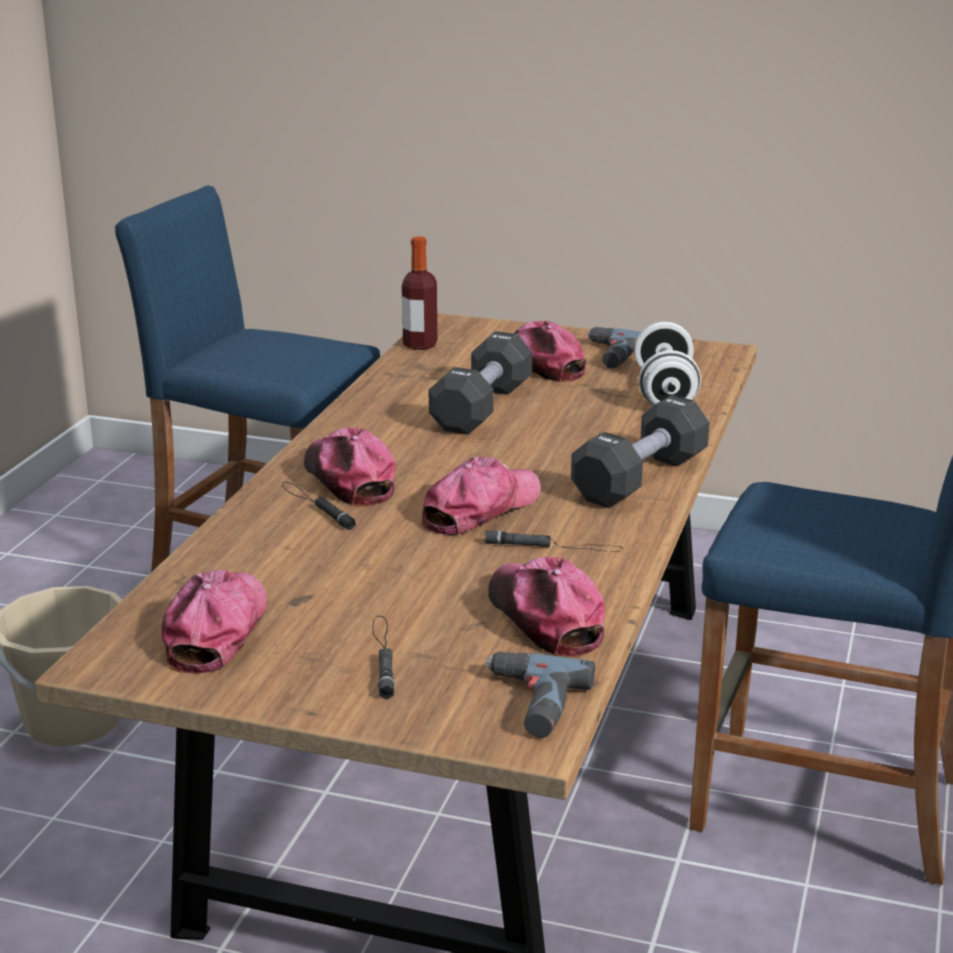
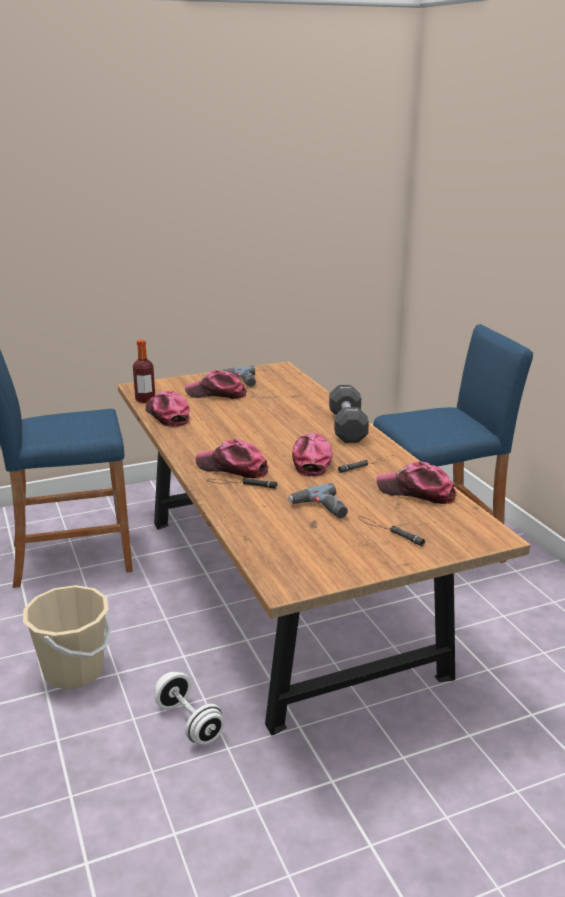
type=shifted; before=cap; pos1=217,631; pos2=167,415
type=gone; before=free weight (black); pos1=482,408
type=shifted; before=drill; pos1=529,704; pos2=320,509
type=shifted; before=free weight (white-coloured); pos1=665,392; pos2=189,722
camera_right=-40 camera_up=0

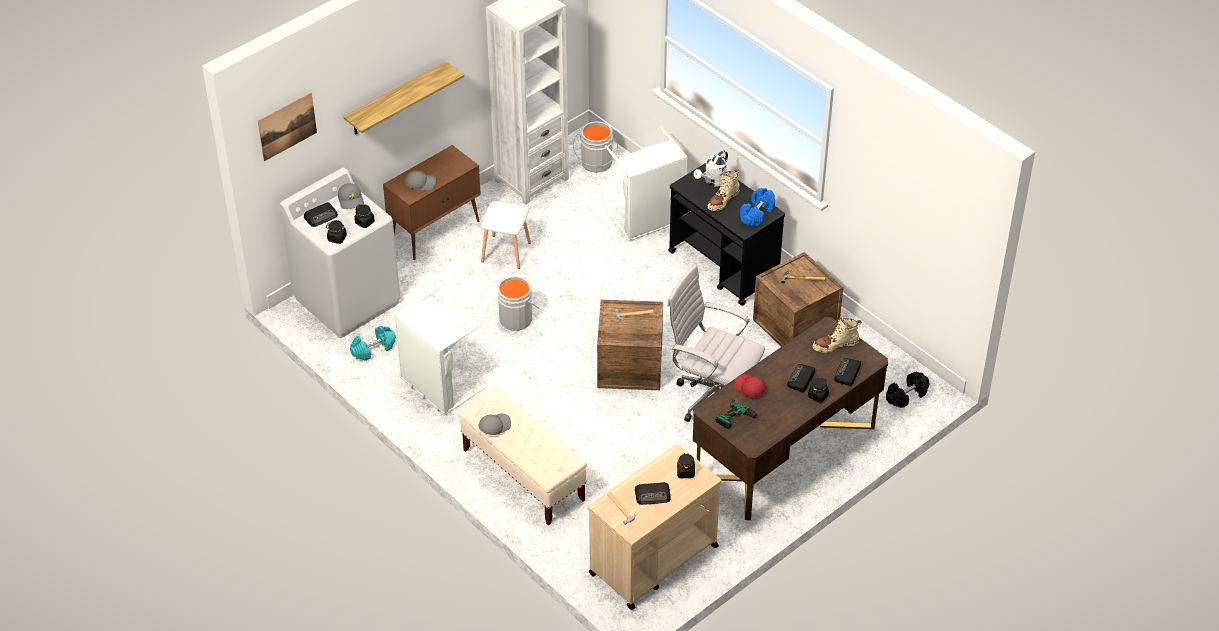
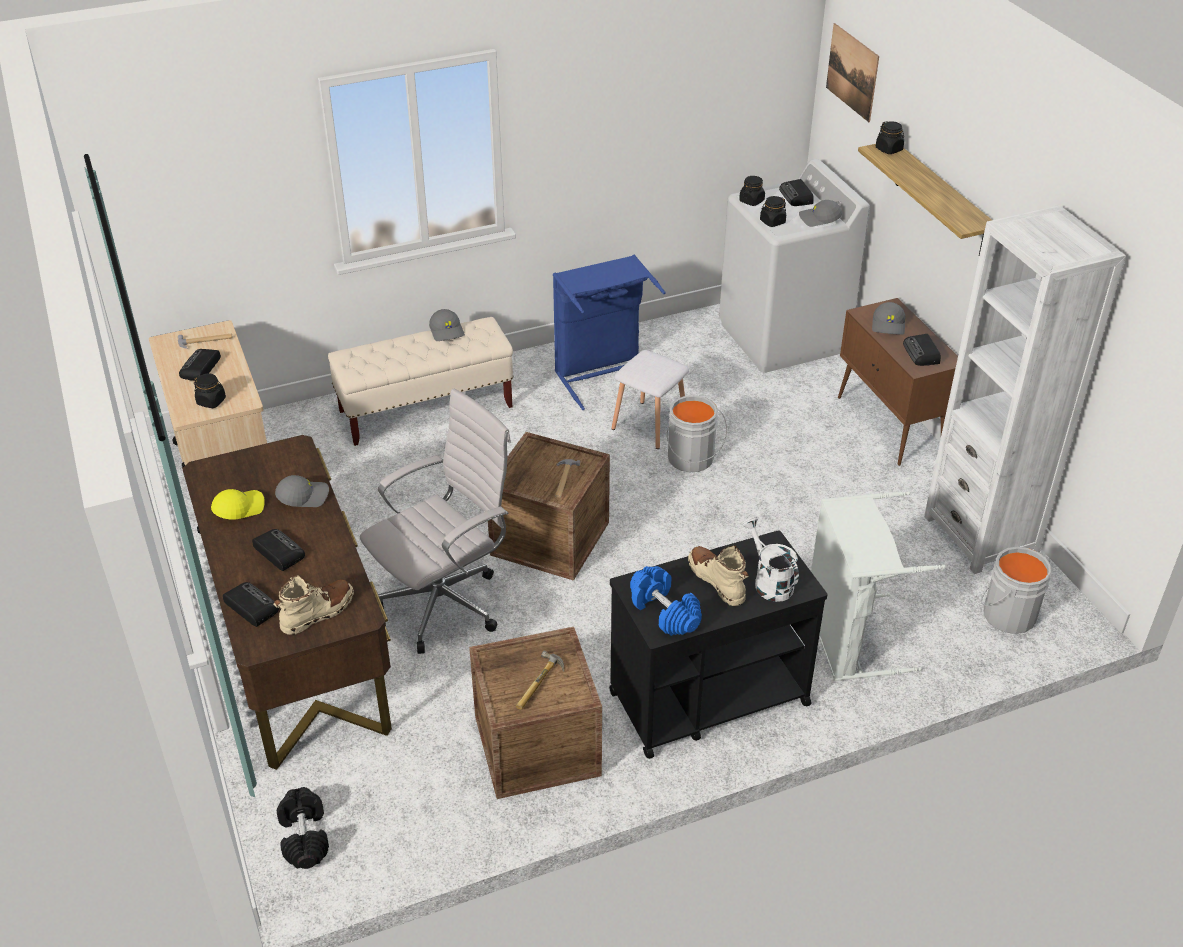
type=gone; before=free weight (turquoise); pos1=373,349
type=repainted; before=laundry basket (white-coloured); after=laundry basket (blue); pos1=437,387; pos2=603,375
type=shifted; before=sitting stool (white-coloured); pos1=505,251; pos2=651,425
type=gone; before=drill; pos1=740,421
type=repainted; before=cap (red); after=cap (greyish); pos1=749,388; pos2=303,496
type=shifted; before=preserve jar (black); pos1=818,396; pos2=889,149
type=rotated; before=boot (beige-coloured); pos1=835,345; pos2=318,613; turn=45
type=new; after=cap (yellow-coloured); pos2=238,508
type=new; after=radio receiver; pos2=921,354
camera_right=110 camera_up=-5

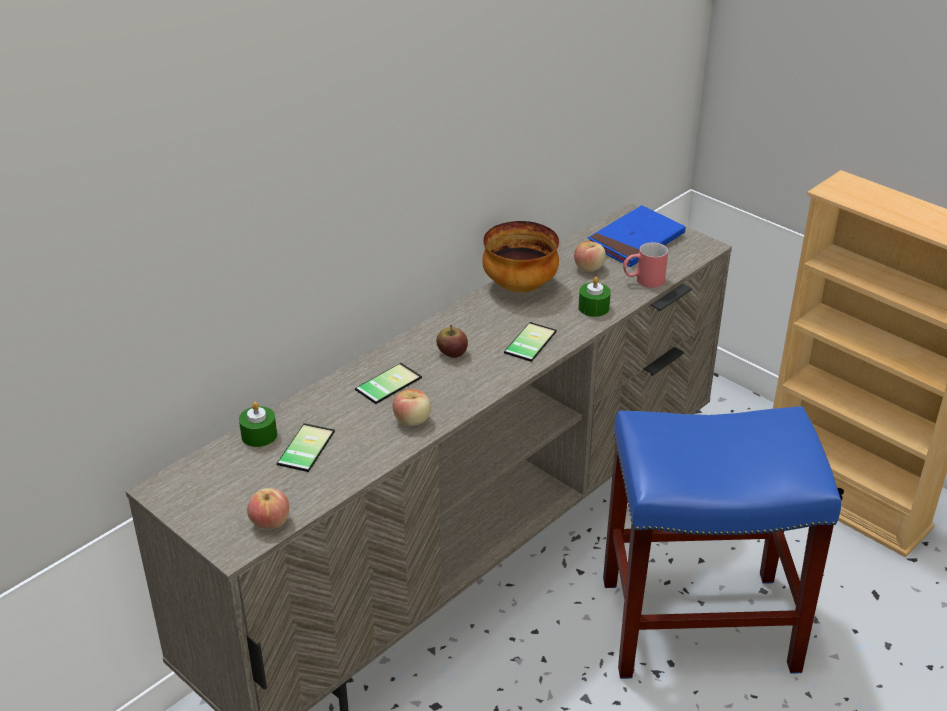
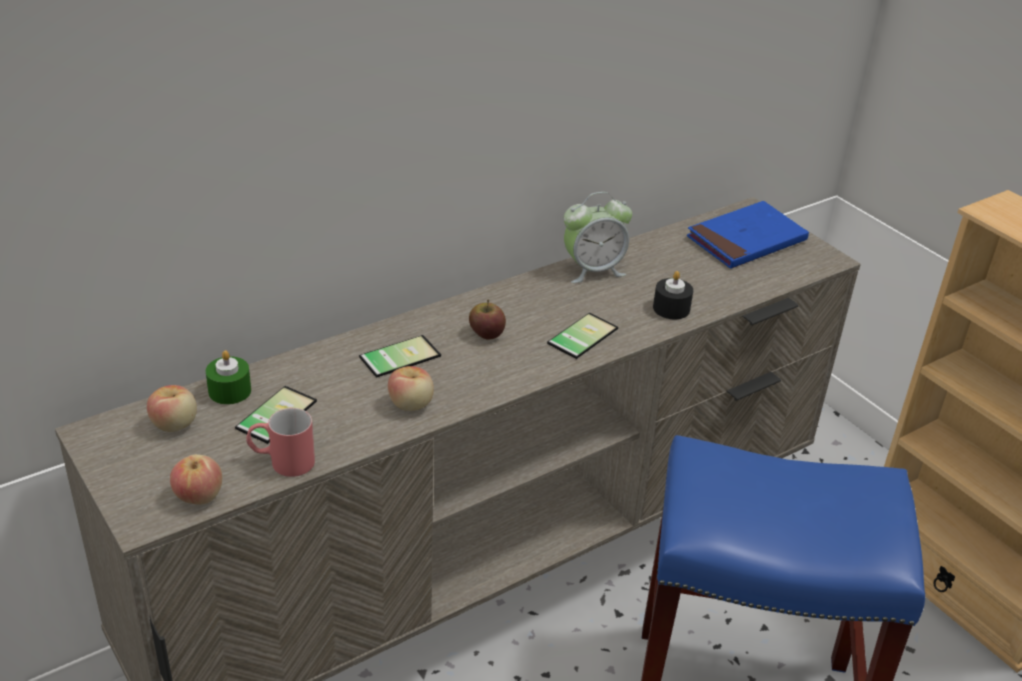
type=swapped; before=deep dish; after=alarm clock; pos1=520,286; pos2=593,270
type=shifted; before=whole apple; pos1=589,268; pos2=175,424
type=repainted; before=wax candle (green); after=wax candle (black); pos1=593,308; pos2=671,308
type=shifted; before=coffee mug (red); pos1=643,281; pos2=282,462
camera_right=10 camera_up=0

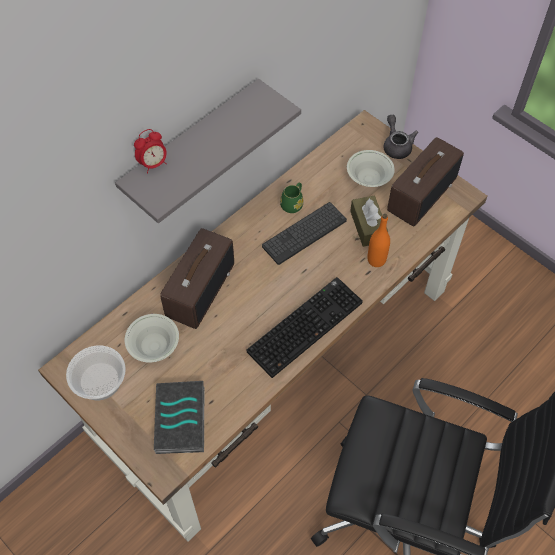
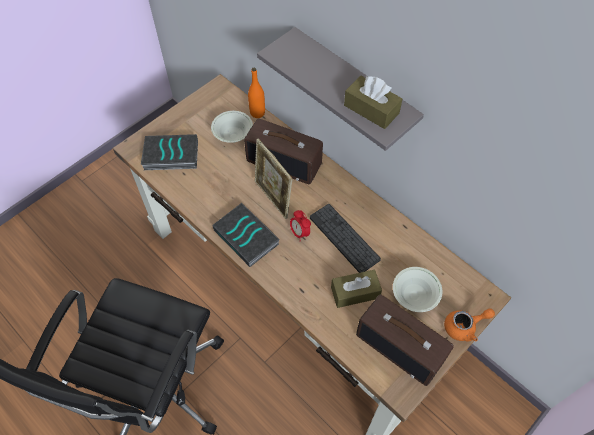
type=gone; before=deep dish; pos1=99,380
type=shifted; before=alarm clock; pos1=153,164; pos2=300,233
type=swapped; before=keyboard; after=volume; pos1=305,325; pos2=247,237
type=gone; before=coffee mug (green); pos1=293,204
type=shifted; before=bottle (orangey); pos1=376,260; pos2=257,113
type=repainted; before=pot for tea (greyish); after=pot for tea (orangey); pos1=396,145; pos2=464,327
type=new; after=photo frame; pos2=273,199
type=new; after=box of tissues (brownish); pos2=371,109
camera_right=90 camera_up=0

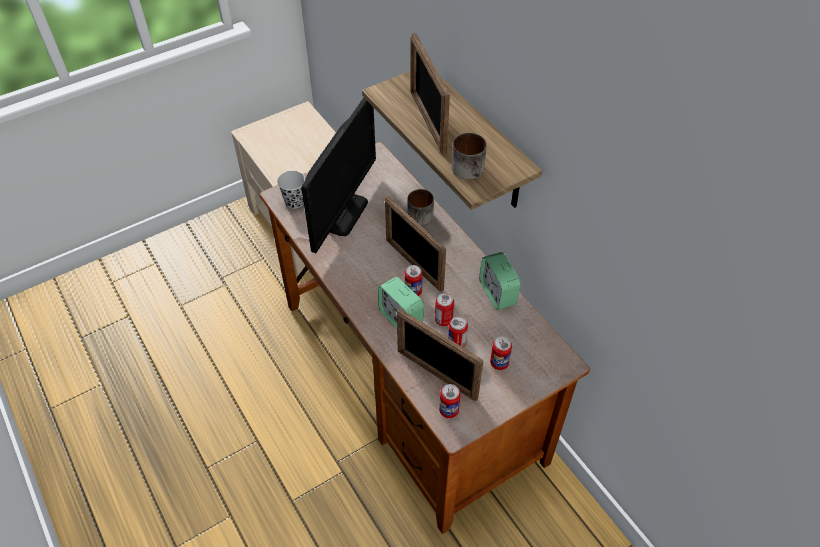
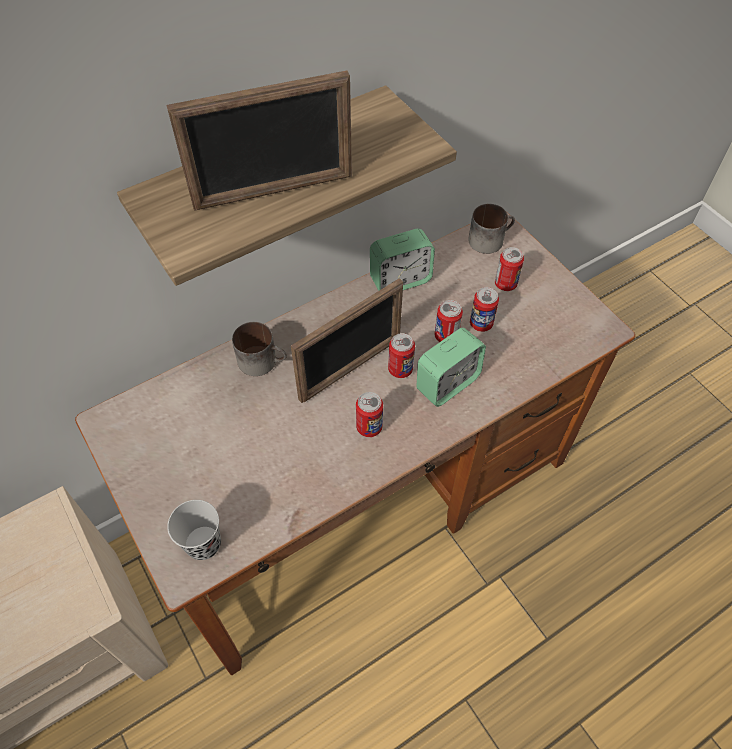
type=gone; before=computer screen; pos1=342,213
type=gone; before=photo frame; pos1=436,374
type=shifted; before=metal can; pos1=449,410; pos2=369,427
type=shifted; before=coffee mug; pos1=471,171; pos2=489,238
camera_right=-90 camera_up=5

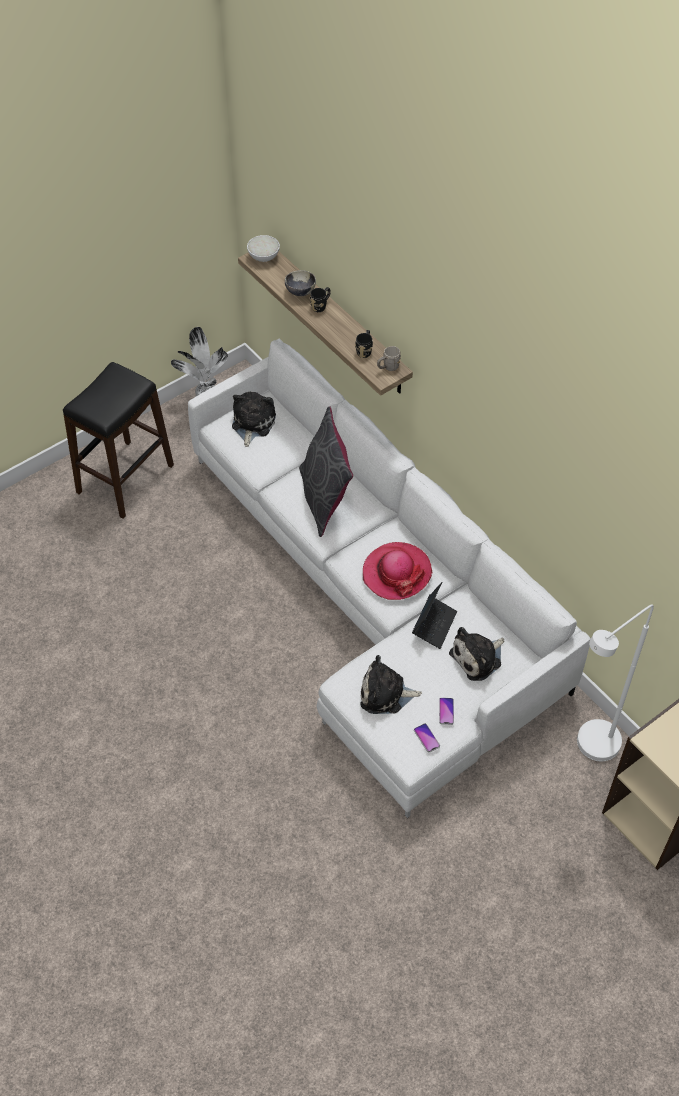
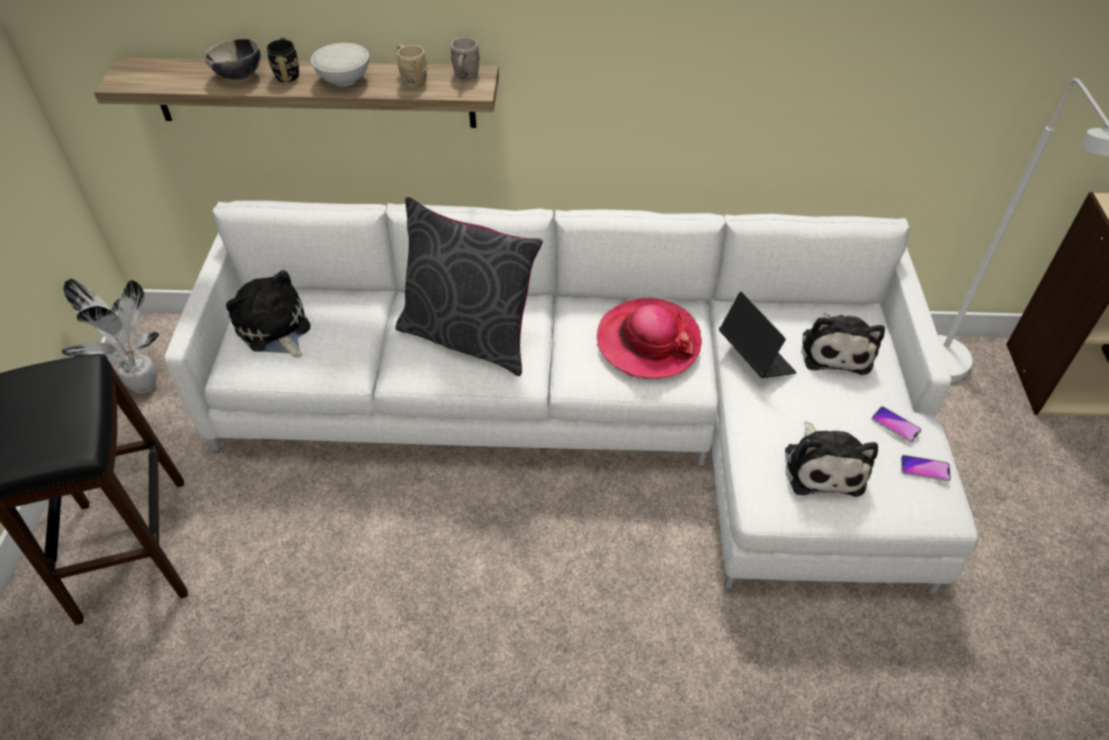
type=shifted; before=deep dish (white-coloured); pos1=264,257; pos2=345,79
type=repainted; before=coffee mug (black); after=coffee mug (beige-coloured); pos1=364,350; pos2=411,79
type=rotated; before=cuddly toy; pos1=385,694; pos2=823,466; turn=-45
camera_right=-50 camera_up=-5

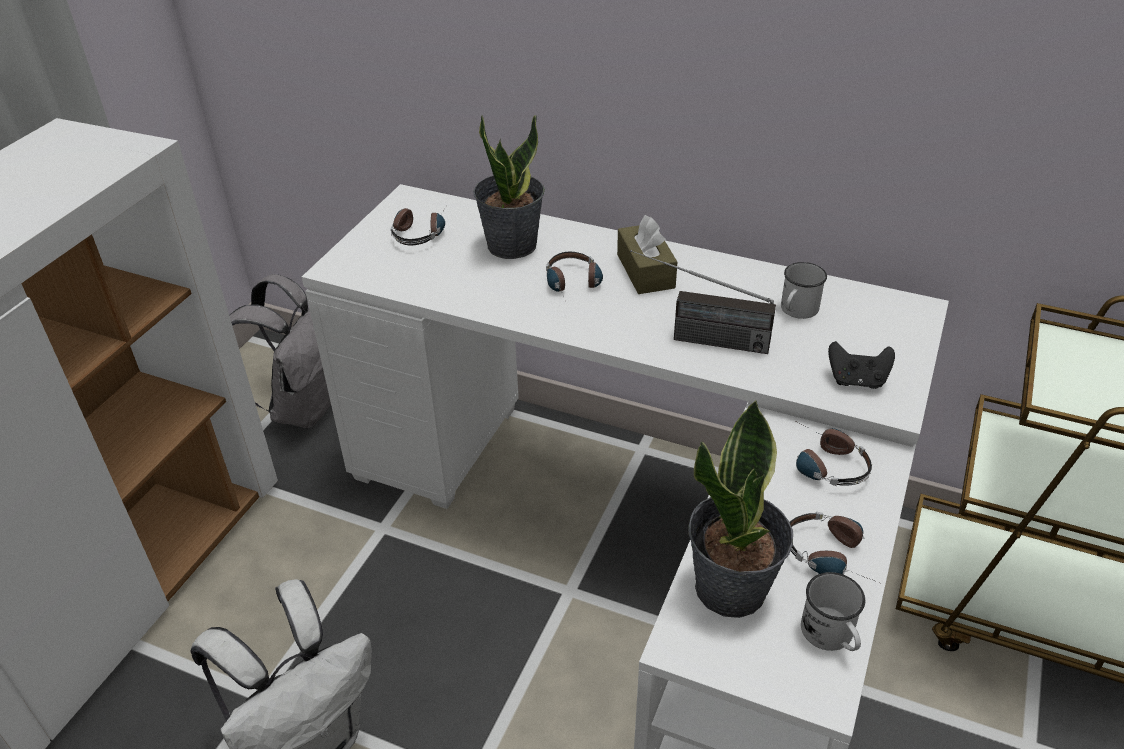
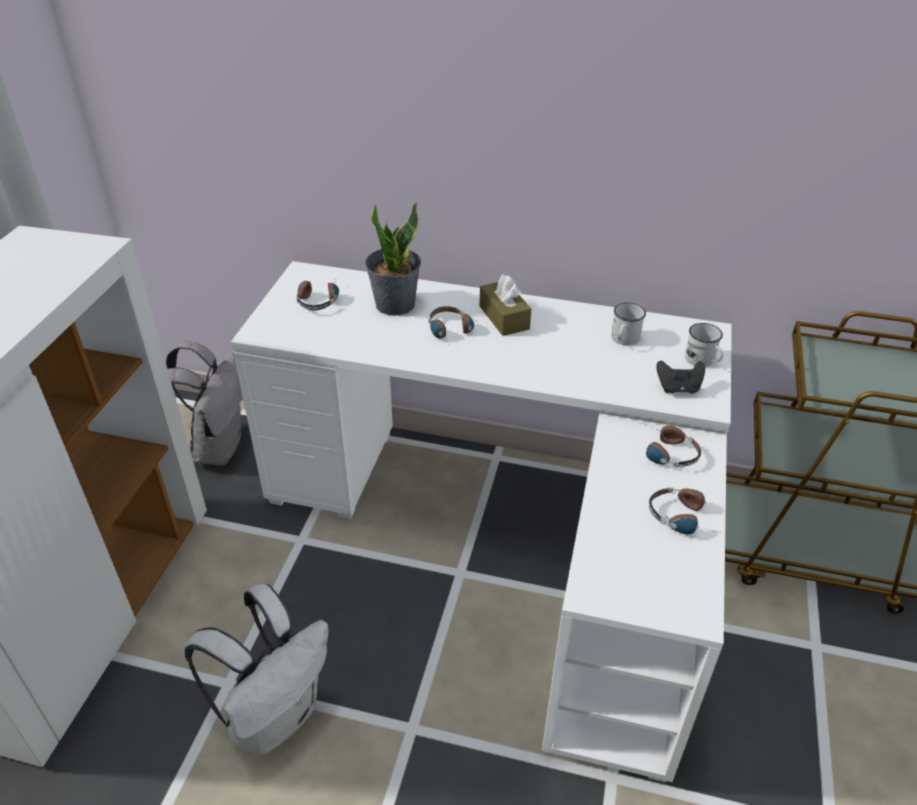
type=gone; before=radio receiver; pos1=696,338
type=gone; before=potted plant; pos1=732,589
type=shifted; before=coffee mug (white-coloured); pos1=831,636; pos2=703,361
camera_right=-10 camera_up=0

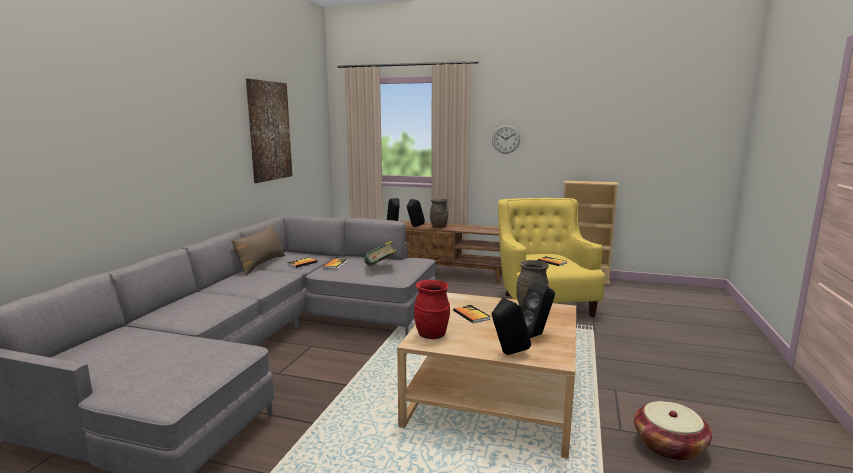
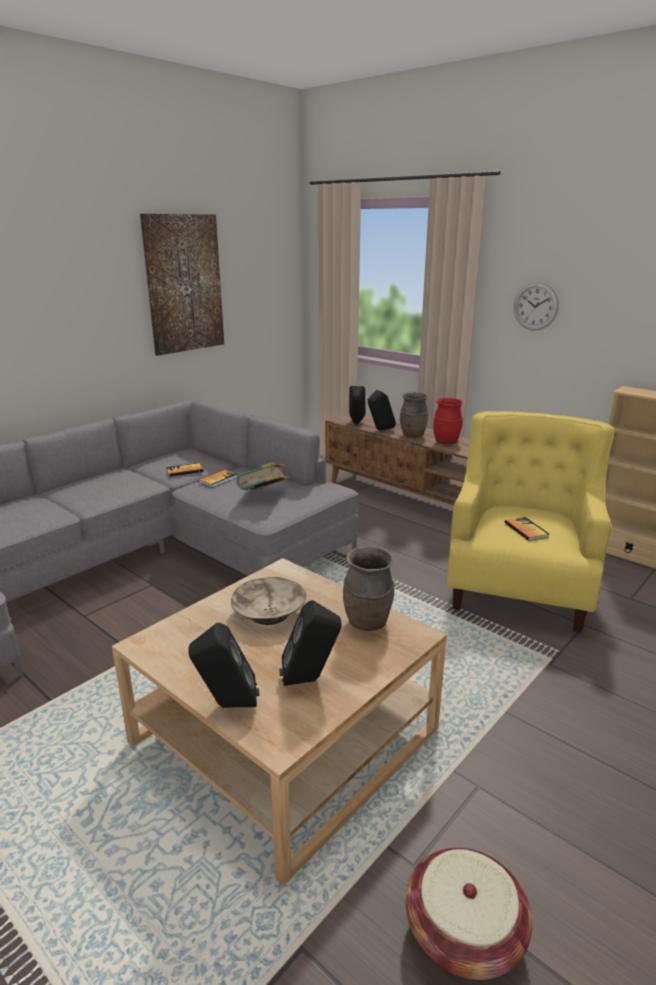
type=gone; before=cushion (brownish); pos1=261,264
type=shifted; before=vase (red); pos1=432,335; pos2=446,442
type=swapped; before=volume; after=deep dish (beige-coloured); pos1=471,315; pos2=269,613
camera_right=25 camera_up=10

